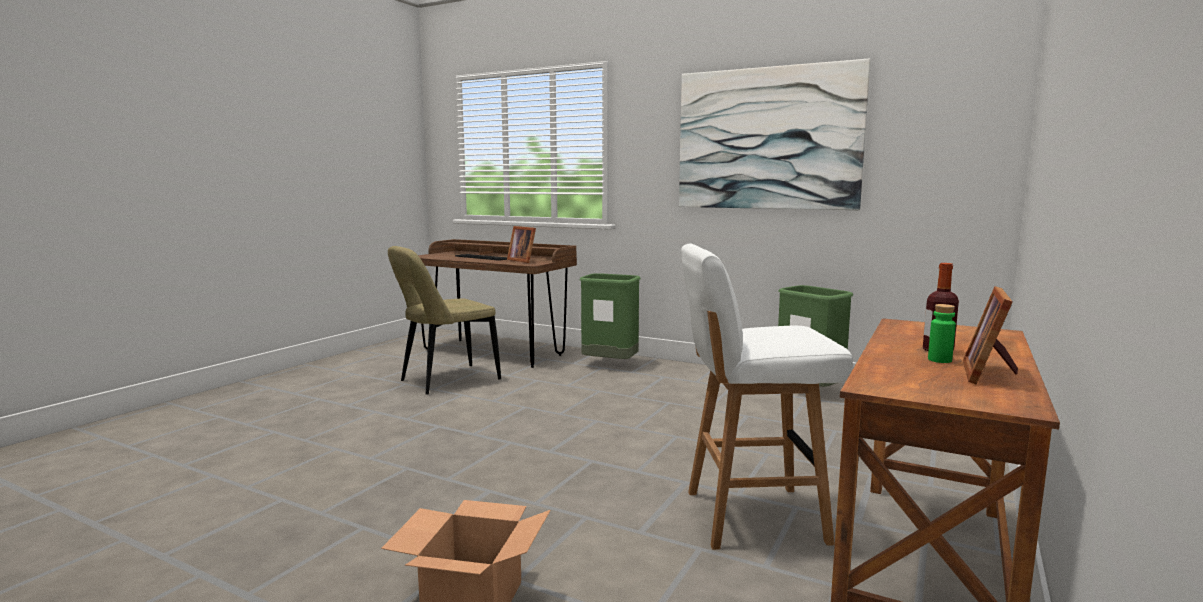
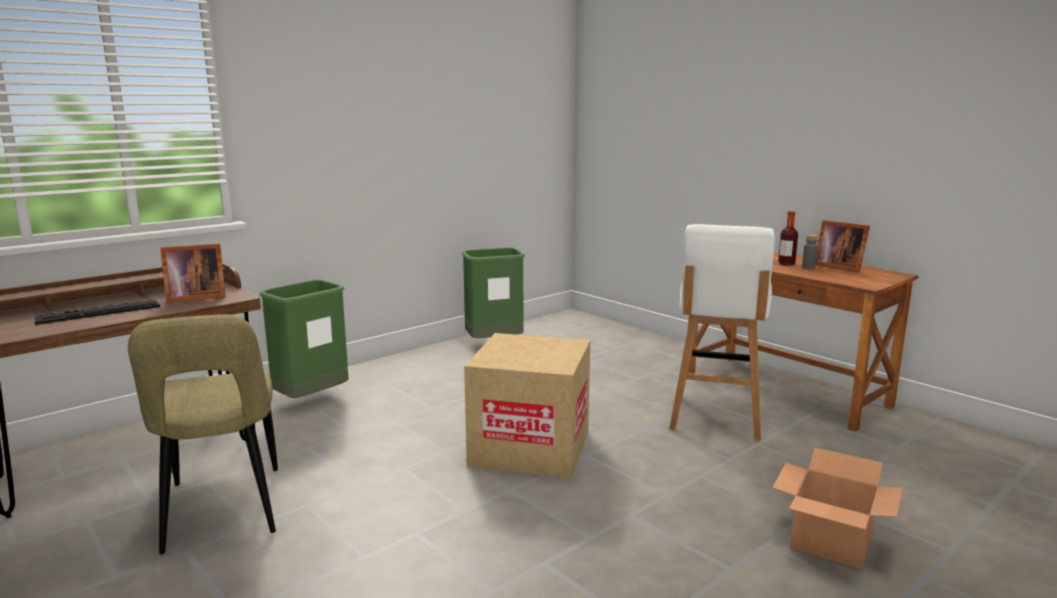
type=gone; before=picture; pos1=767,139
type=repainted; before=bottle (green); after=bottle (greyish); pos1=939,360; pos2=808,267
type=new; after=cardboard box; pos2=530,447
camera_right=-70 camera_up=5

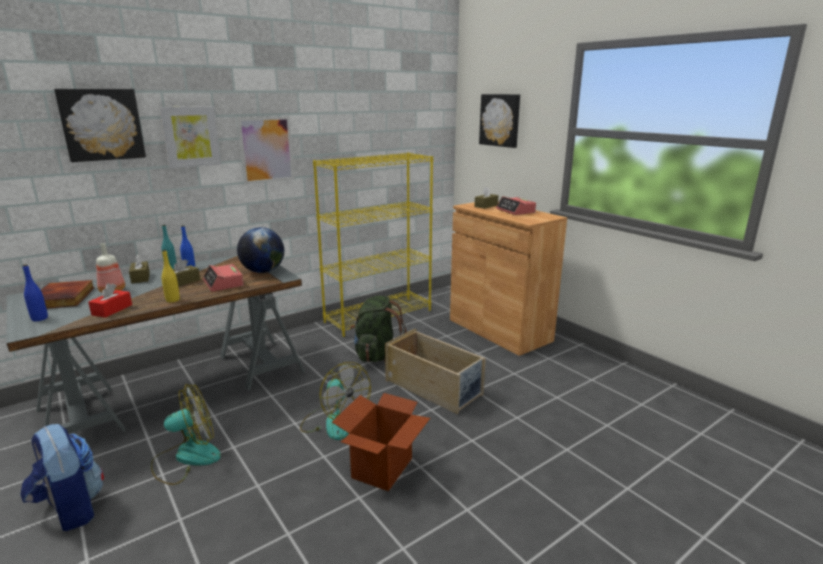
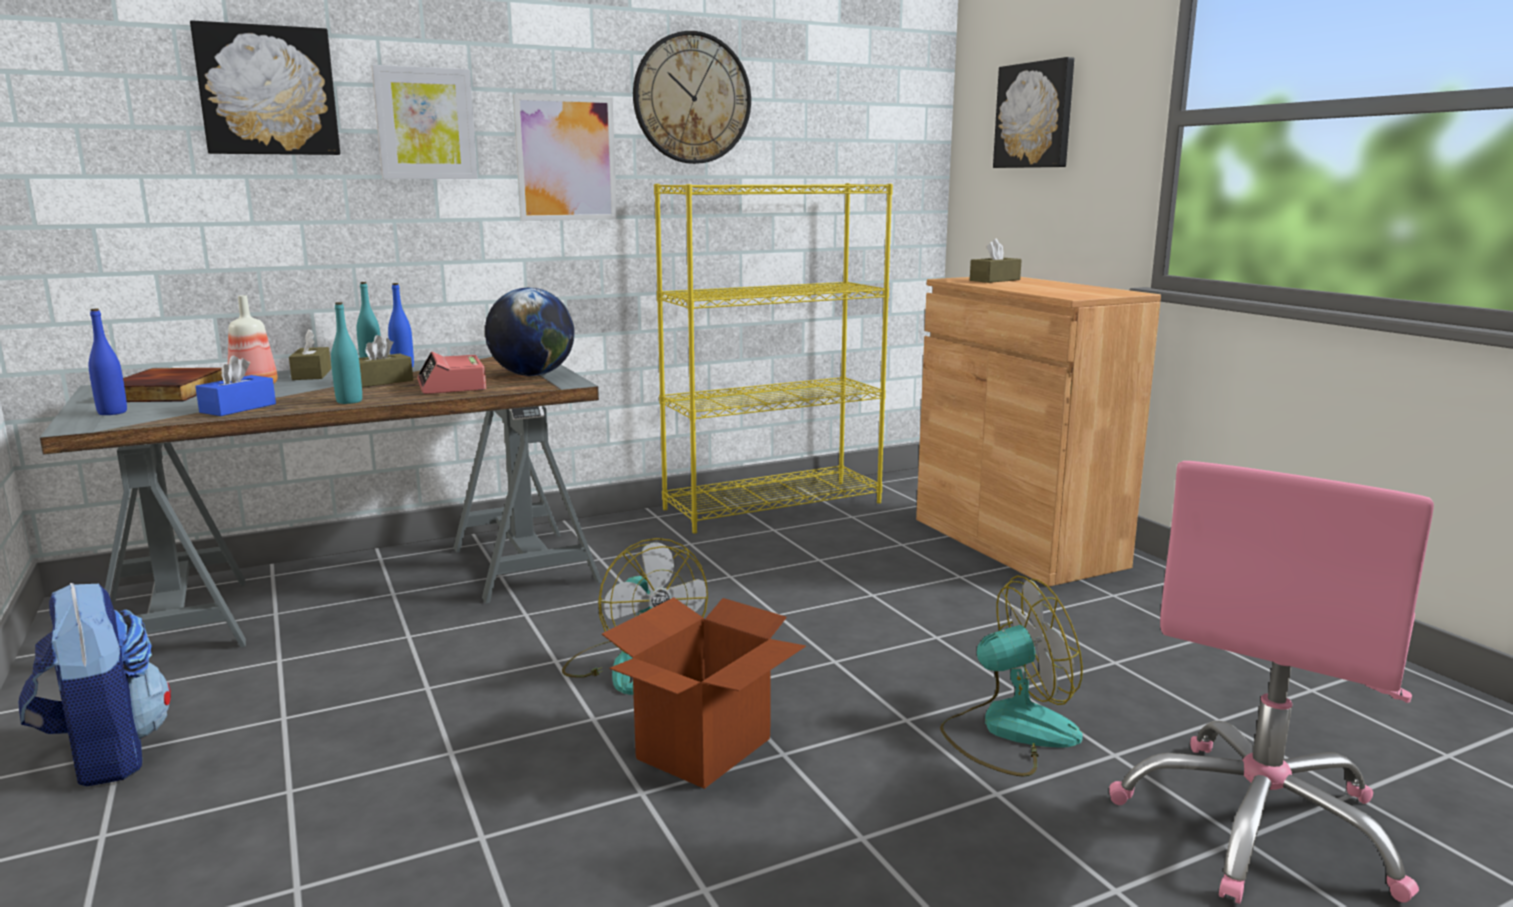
type=repainted; before=box of tissues (red); after=box of tissues (blue); pos1=112,310; pos2=238,408
type=shifted; before=fan; pos1=186,457; pos2=1009,731
type=repainted; before=bottle (yellow-coloured); after=bottle (turquoise); pos1=172,300; pos2=349,401
type=gone; before=knapsack (green); pos1=376,354
type=gone; before=storage box (beige-coloured); pos1=434,388
type=gone; before=alarm clock; pos1=515,211
type=new; after=clock on the wall; pos2=692,98
type=new; after=office chair (pink); pos2=1259,825
camera_right=10 camera_up=-5

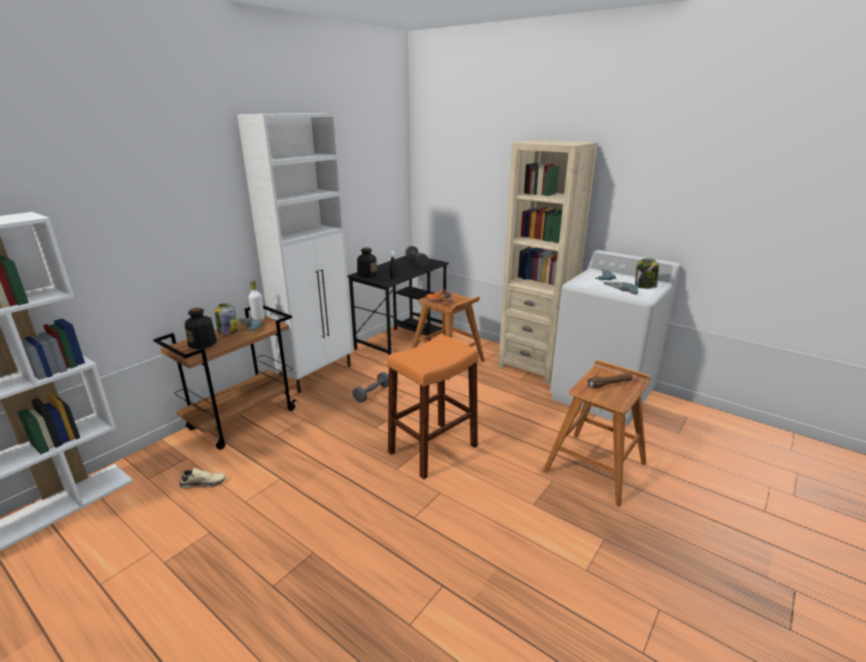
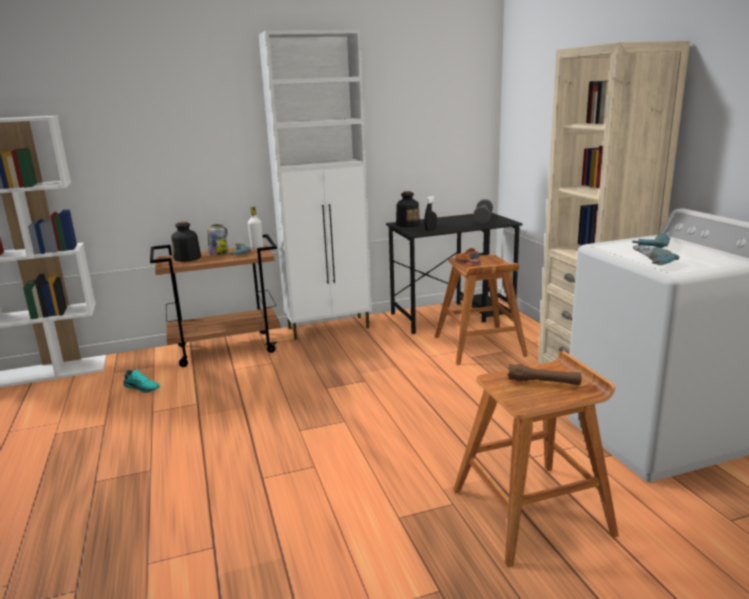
type=repainted; before=low shoe (beige-coloured); after=low shoe (turquoise); pos1=203,483; pos2=142,387
type=gone; before=free weight (greyish); pos1=372,393
type=gone; before=sitting stool (orangey); pos1=433,449
type=gone; before=preserve jar; pos1=645,286
camera_right=35 camera_up=-5

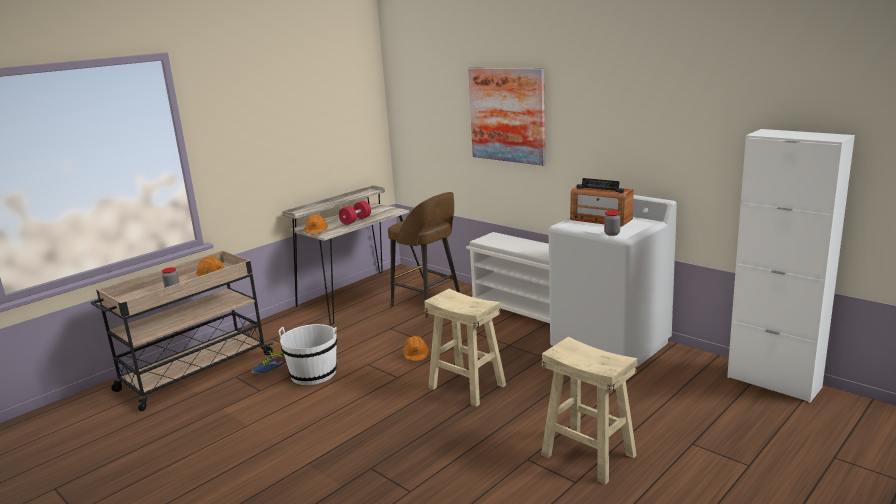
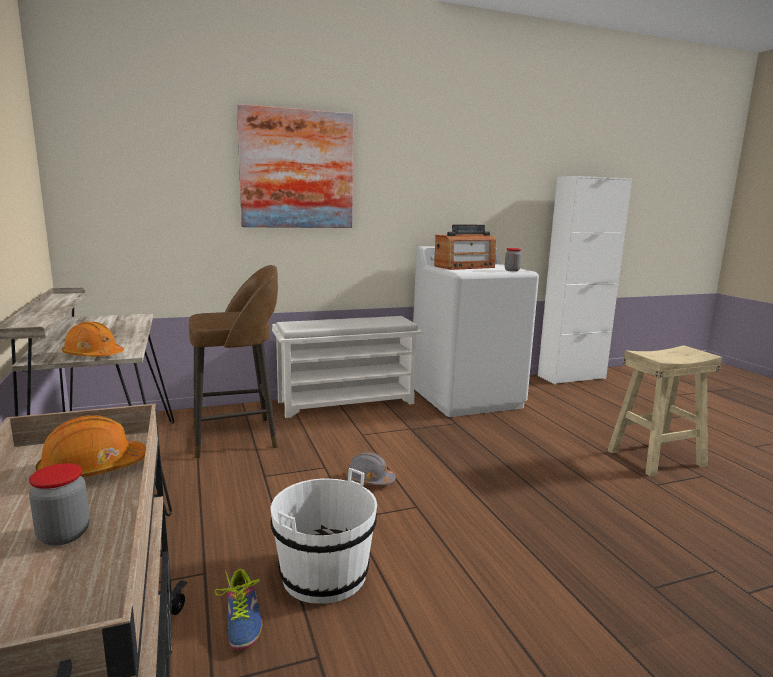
type=gone; before=free weight (red); pos1=355,220
type=repainted; before=safety helmet (orangey); after=safety helmet (greyish); pos1=416,355; pos2=369,479
type=gone; before=sitting stool (beige-coloured); pos1=467,386
camera_right=-65 camera_up=-5

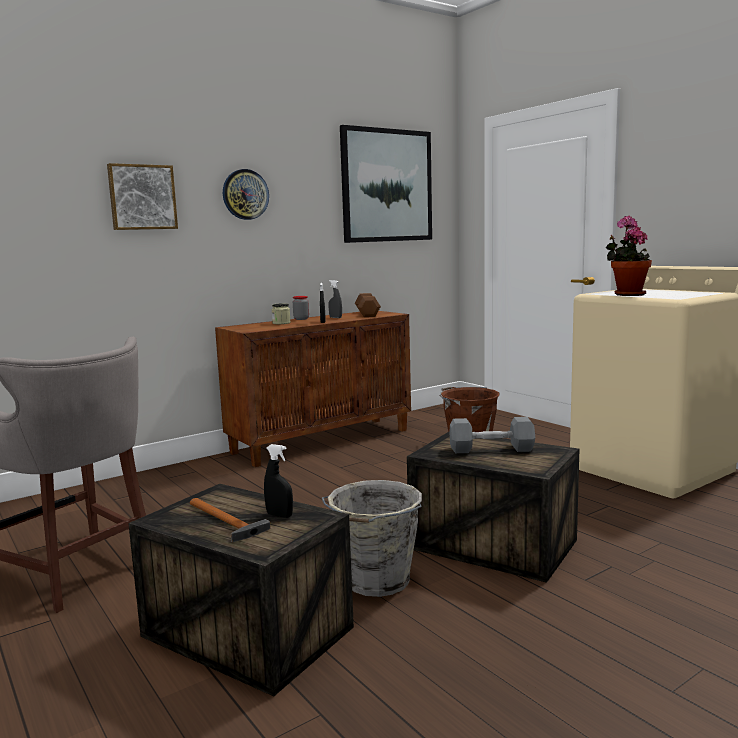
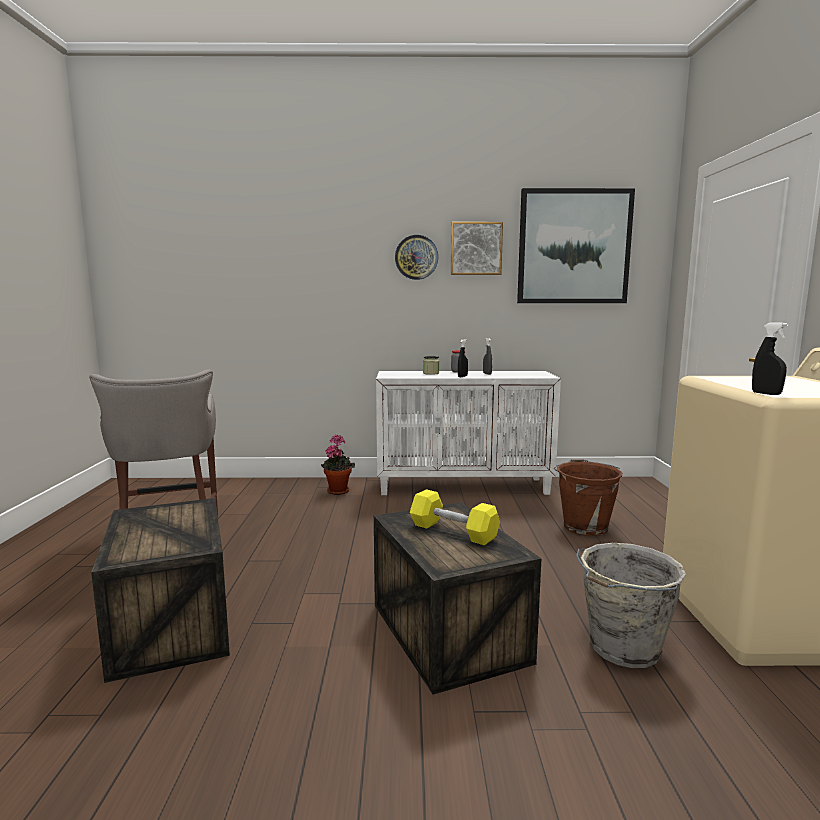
type=shifted; before=picture; pos1=142,197; pos2=476,249
type=gone; before=tool hammer; pos1=225,521
type=repainted; before=cupboard (brownish); after=cupboard (white-coloured); pos1=322,441; pos2=464,486
type=shifted; before=spray bottle (black); pos1=279,515; pos2=766,393
type=shifted; before=pail (greyish); pos1=376,582; pos2=622,648
type=gone; before=free weight (brownish); pos1=367,314
type=repainted; before=free weight (greyish); after=free weight (yellow-coloured); pos1=491,449; pos2=453,531
type=shifted; before=potted plant; pos1=627,294; pos2=338,490
camera_right=35 camera_up=0

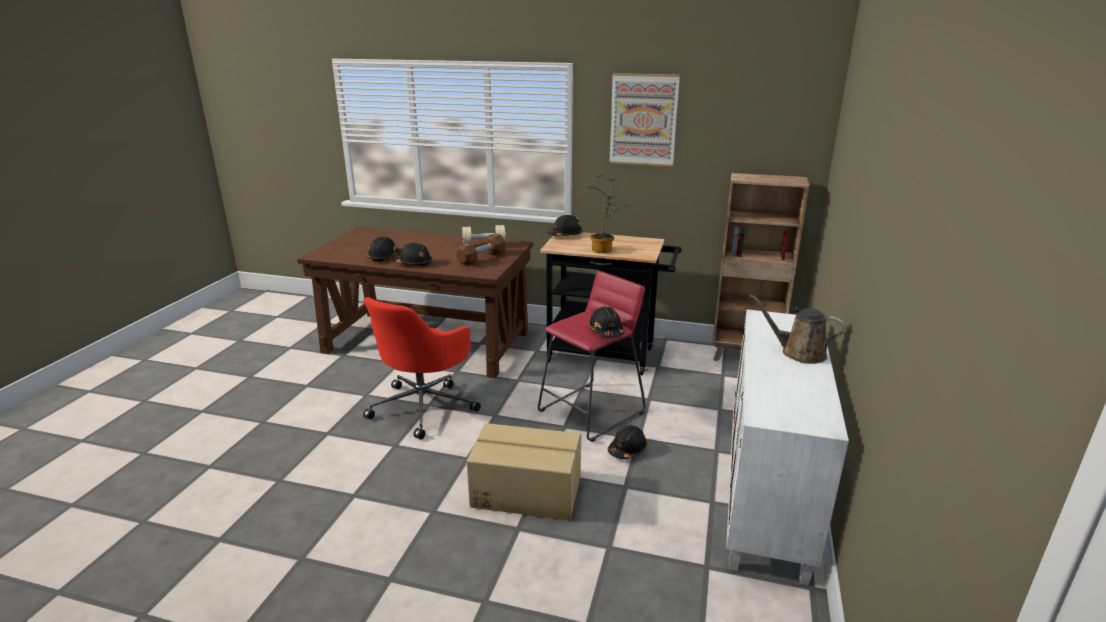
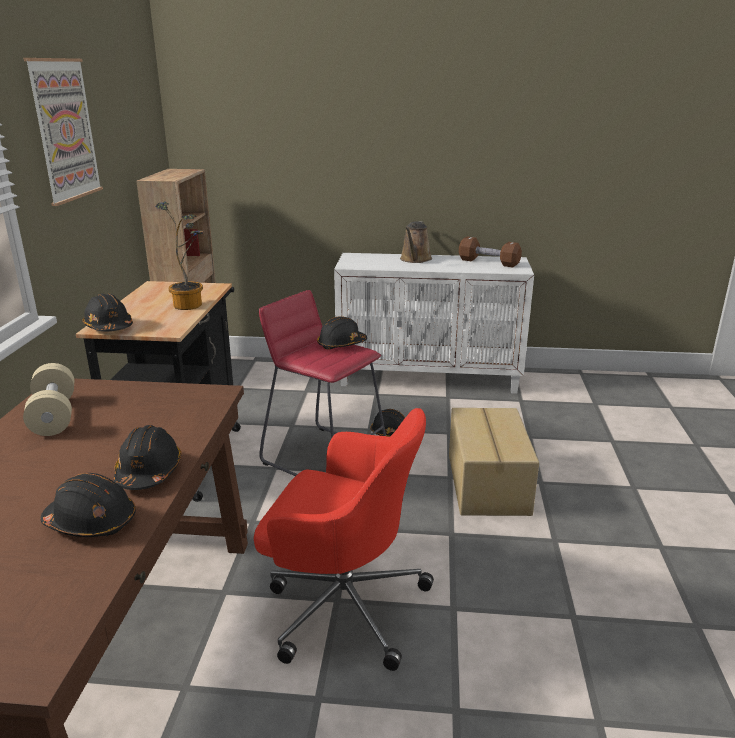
type=shifted; before=free weight (brownish); pos1=481,258; pos2=488,262
camera_right=-100 camera_up=0

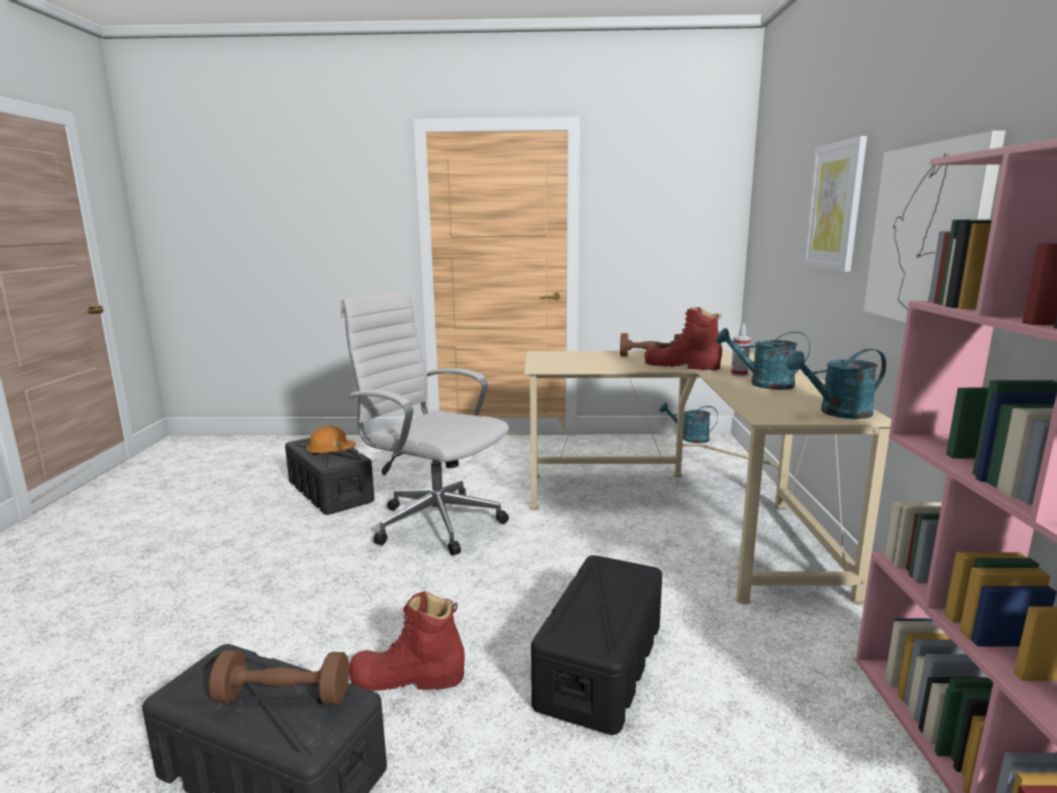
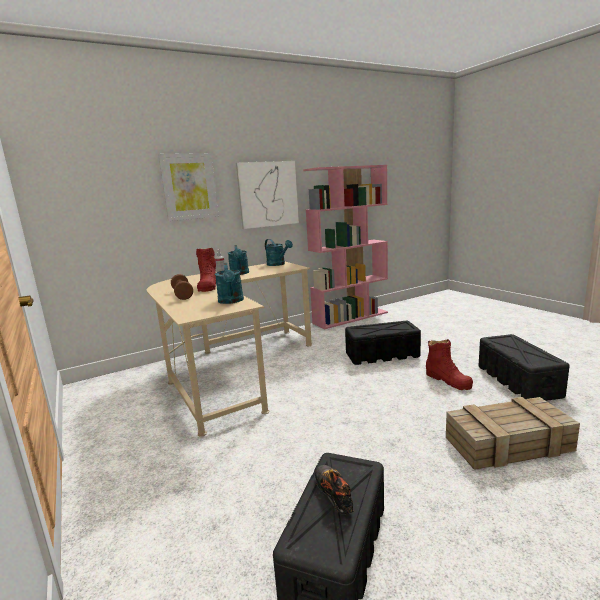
type=gone; before=free weight (brownish); pos1=283,697
type=swapped; before=safety helmet (orangey); after=low shoe; pos1=331,451; pos2=334,493
type=gone; before=office chair (white-coloured); pos1=433,522
type=shifted; before=sprinkling can (turquoise); pos1=689,438; pos2=231,301
type=new; after=crate; pos2=507,444
camera_right=-120 camera_up=0

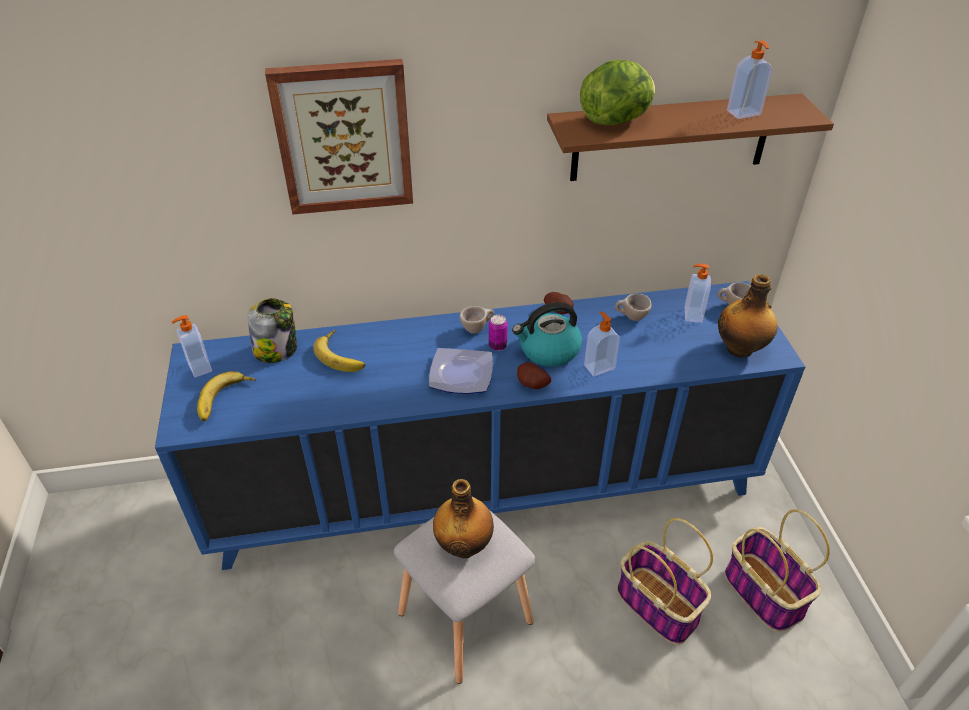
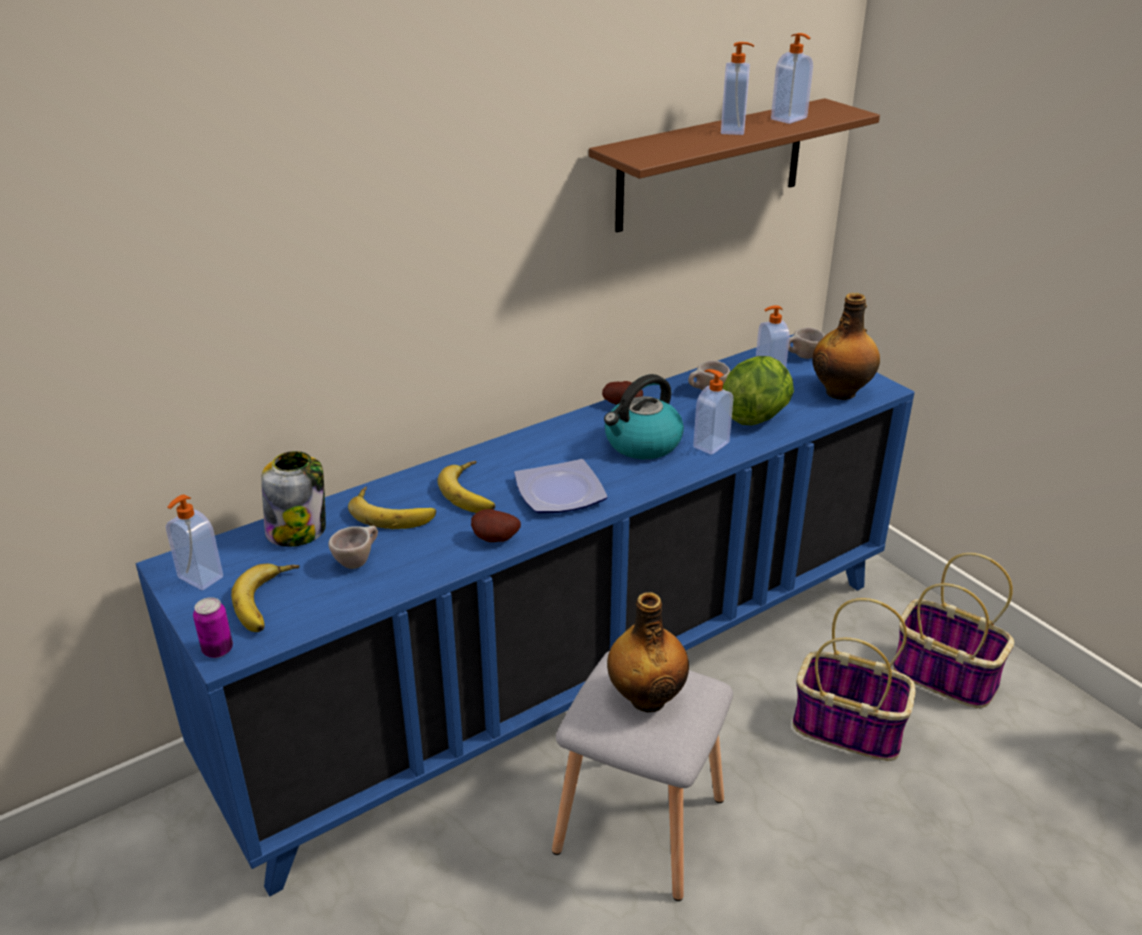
type=gone; before=picture; pos1=344,137
type=shifted; before=small cup (beige-coloured); pos1=477,328; pos2=358,561
type=shifted; before=metal can; pos1=497,346; pos2=218,650
type=shifted; before=whole potato; pos1=531,385; pos2=495,540
type=shifted; before=head of lettuce; pos1=616,120; pos2=756,416
type=new; after=whole banana; pos2=474,492
type=new; after=soap dispenser; pos2=733,130
camera_right=-25 camera_up=-10

